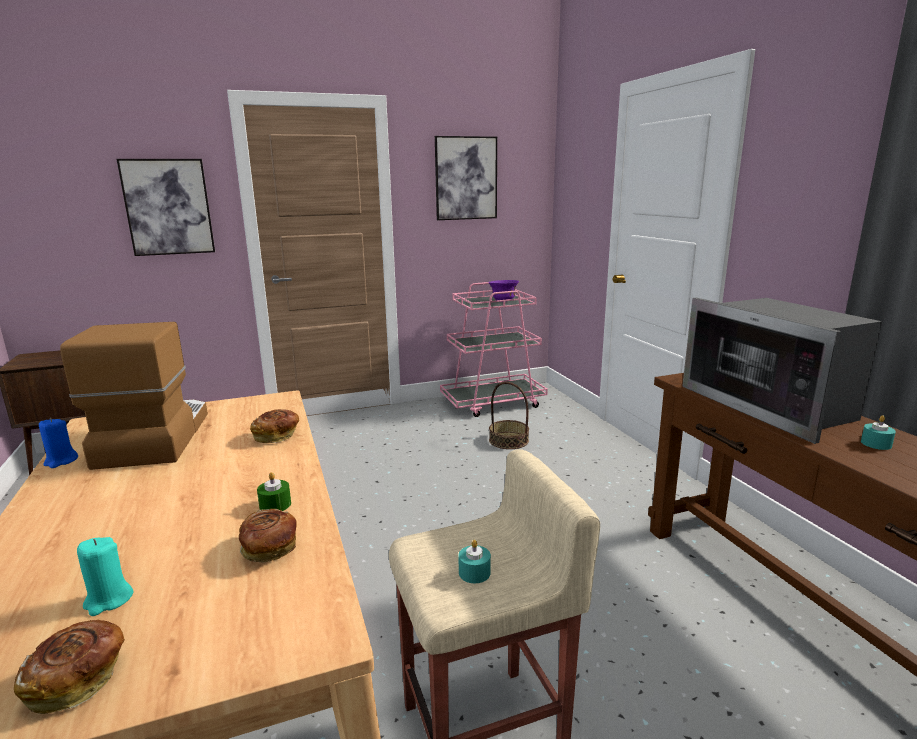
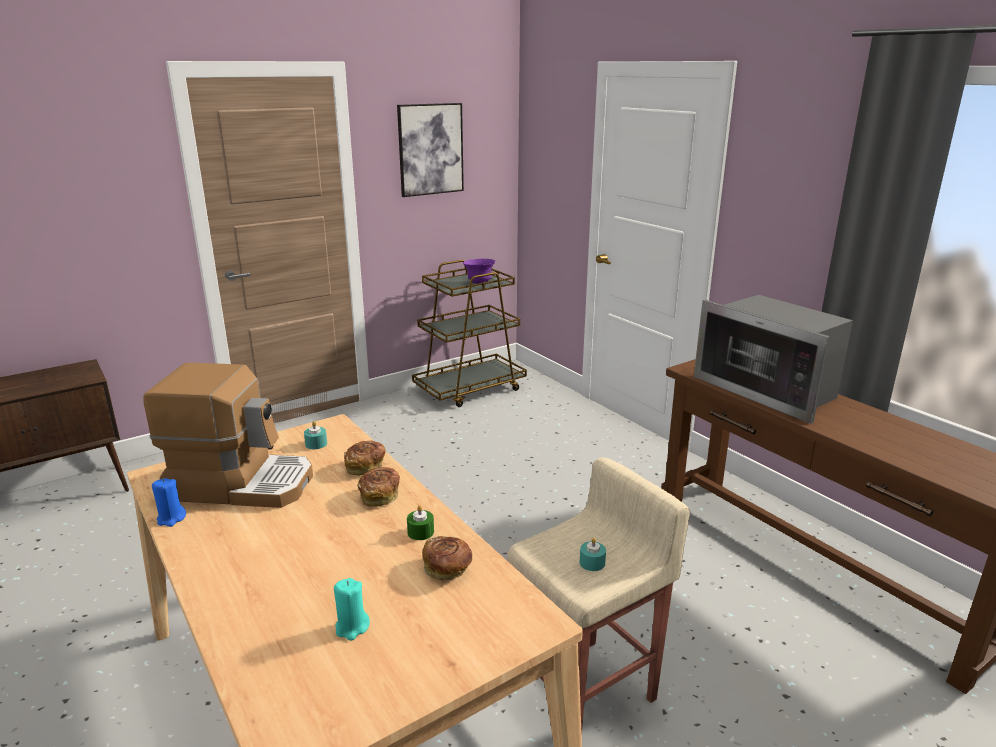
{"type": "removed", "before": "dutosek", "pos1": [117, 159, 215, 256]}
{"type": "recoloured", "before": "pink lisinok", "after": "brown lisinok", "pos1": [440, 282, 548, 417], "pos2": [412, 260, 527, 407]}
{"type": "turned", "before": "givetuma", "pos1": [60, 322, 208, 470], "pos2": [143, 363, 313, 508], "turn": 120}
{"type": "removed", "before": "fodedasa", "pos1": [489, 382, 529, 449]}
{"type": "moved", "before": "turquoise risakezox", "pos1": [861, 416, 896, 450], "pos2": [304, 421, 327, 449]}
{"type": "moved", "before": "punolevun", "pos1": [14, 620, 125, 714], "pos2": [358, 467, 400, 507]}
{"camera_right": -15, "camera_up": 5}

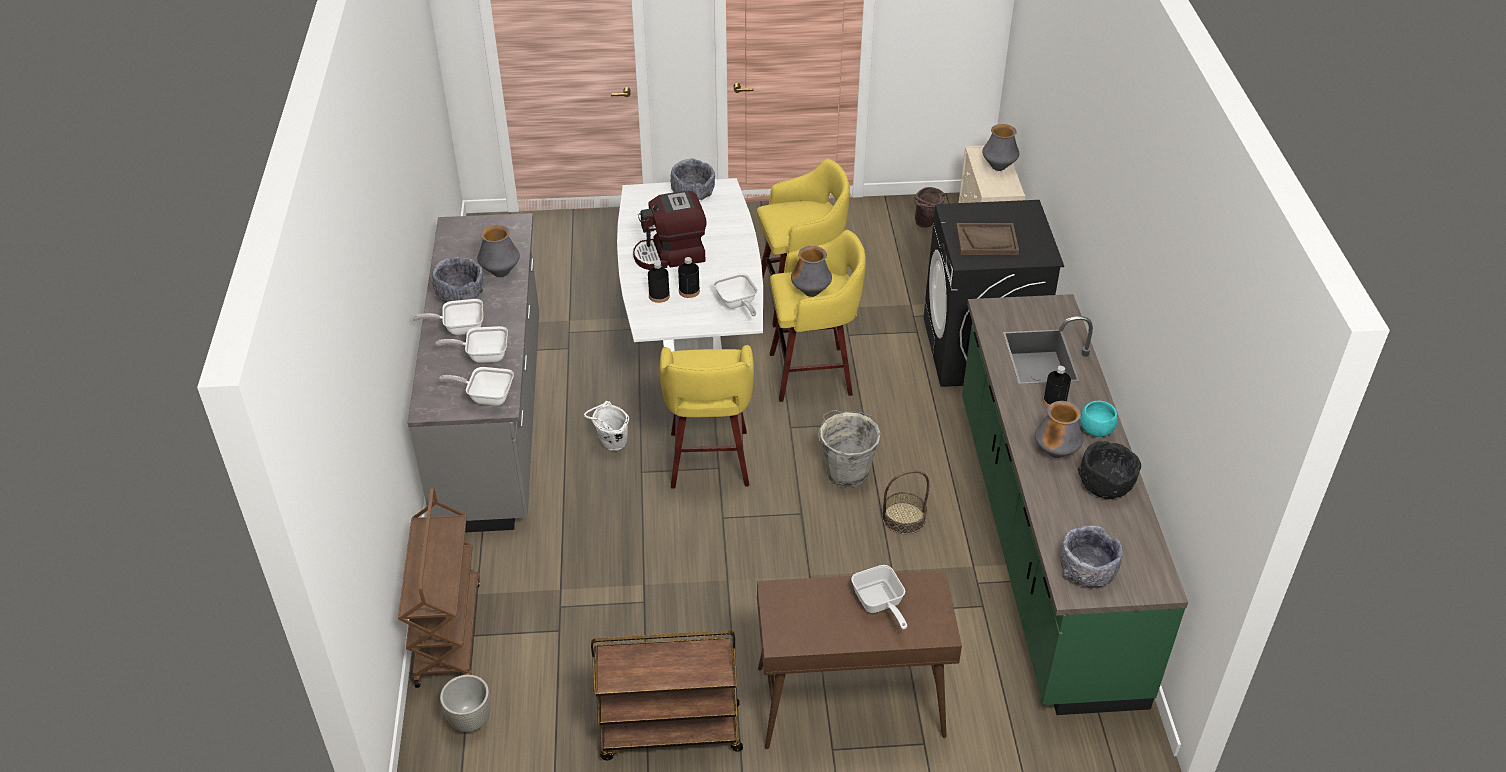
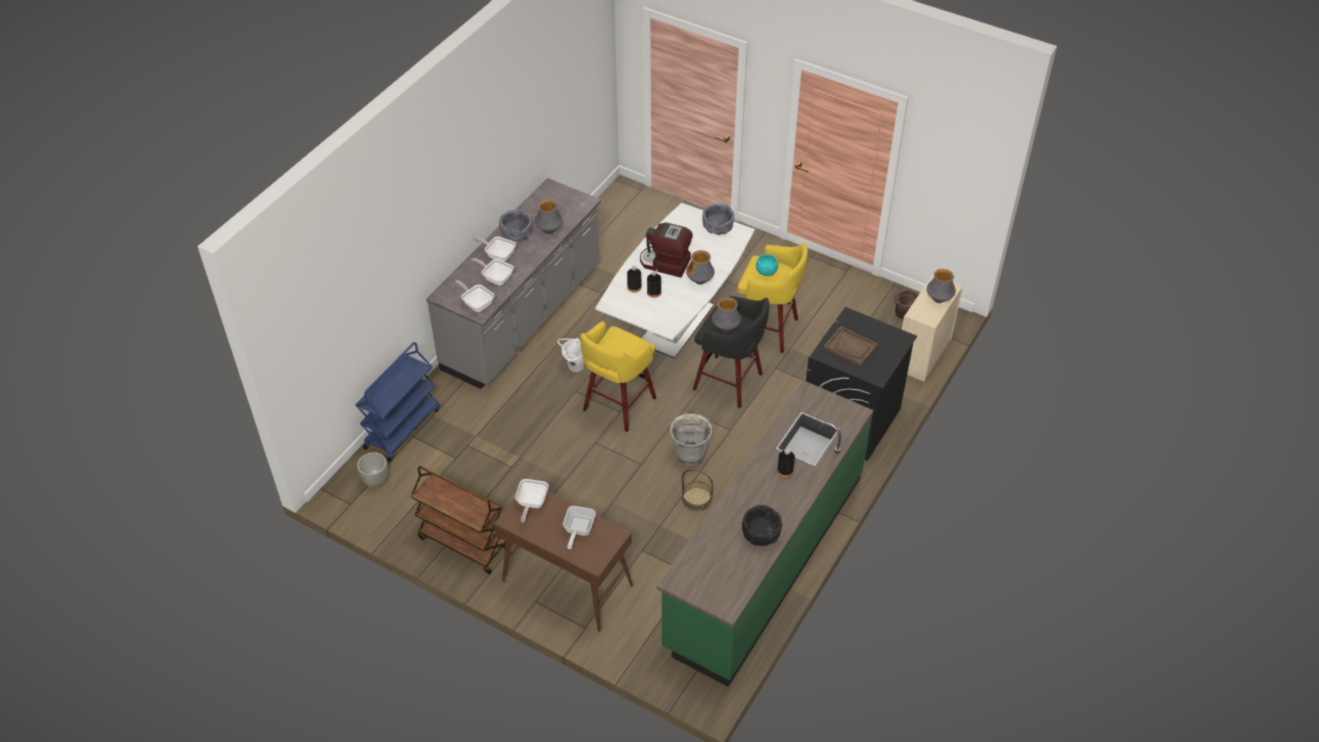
{"type": "recoloured", "before": "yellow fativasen", "after": "black fativasen", "pos1": [770, 230, 866, 402], "pos2": [693, 296, 769, 408]}
{"type": "moved", "before": "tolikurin", "pos1": [713, 273, 758, 316], "pos2": [515, 479, 549, 523]}
{"type": "moved", "before": "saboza", "pos1": [1035, 401, 1083, 458], "pos2": [686, 250, 715, 285]}
{"type": "moved", "before": "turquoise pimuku", "pos1": [1080, 401, 1118, 437], "pos2": [756, 254, 778, 276]}
{"type": "recoloured", "before": "brown lisinok", "after": "blue lisinok", "pos1": [398, 488, 480, 688], "pos2": [356, 342, 440, 462]}
{"type": "removed", "before": "grey pimuku", "pos1": [1061, 526, 1123, 587]}
{"camera_right": 35, "camera_up": 5}

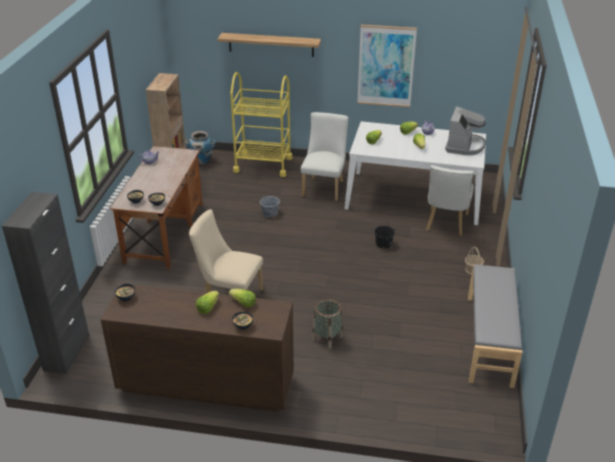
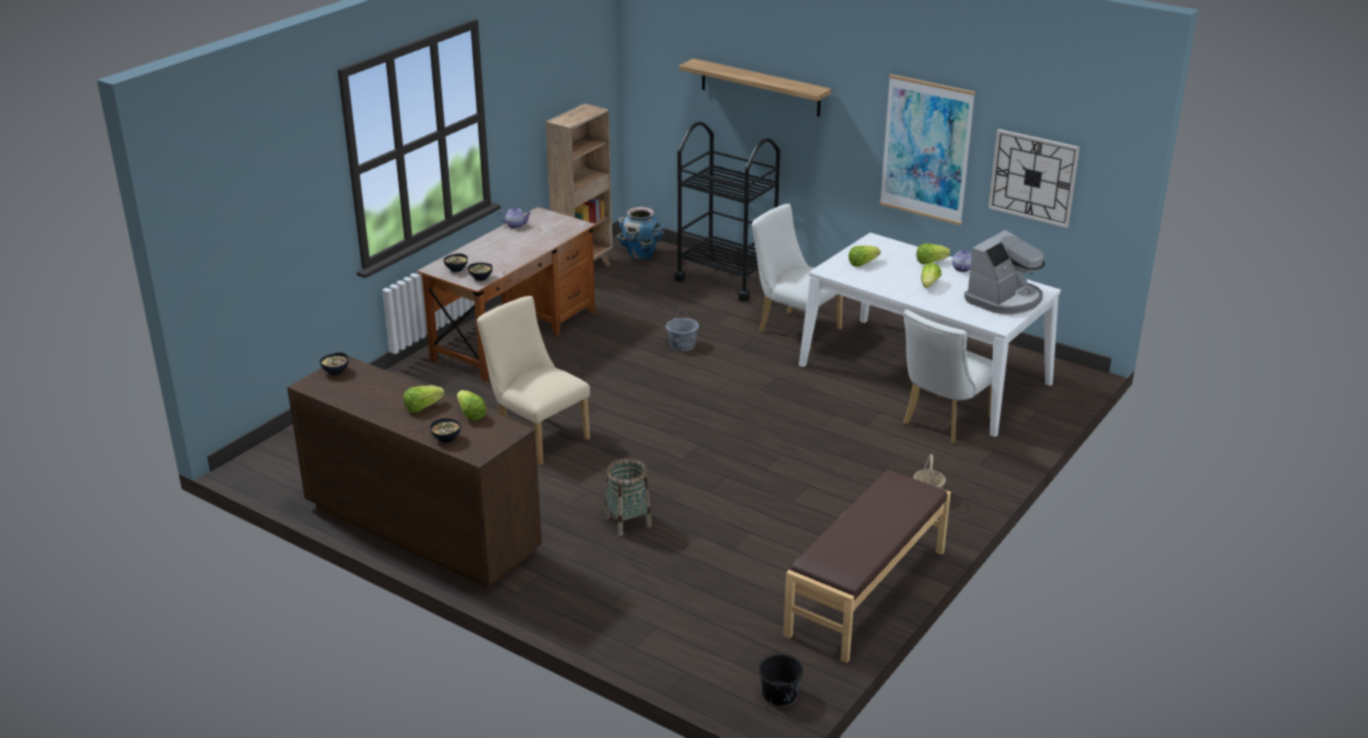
{"type": "recoloured", "before": "yellow lisinok", "after": "black lisinok", "pos1": [230, 72, 292, 177], "pos2": [674, 121, 780, 302]}
{"type": "turned", "before": "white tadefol", "pos1": [301, 112, 349, 201], "pos2": [751, 204, 843, 350], "turn": -90}
{"type": "removed", "before": "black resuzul", "pos1": [2, 192, 89, 374]}
{"type": "moved", "before": "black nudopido", "pos1": [374, 223, 395, 248], "pos2": [759, 652, 803, 706]}
{"type": "recoloured", "before": "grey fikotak", "after": "brown fikotak", "pos1": [468, 264, 522, 388], "pos2": [783, 470, 951, 663]}
{"type": "added", "after": "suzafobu", "pos2": [988, 129, 1080, 228]}
{"camera_right": 25, "camera_up": -5}

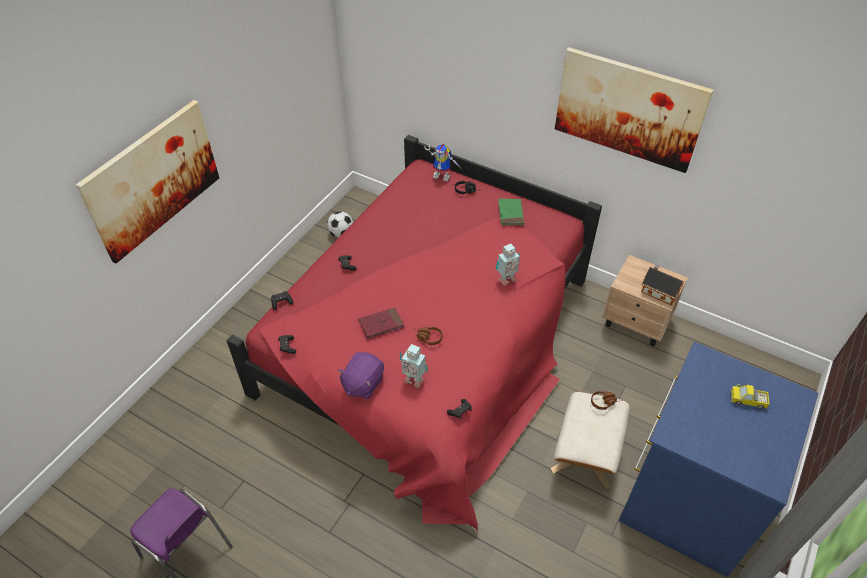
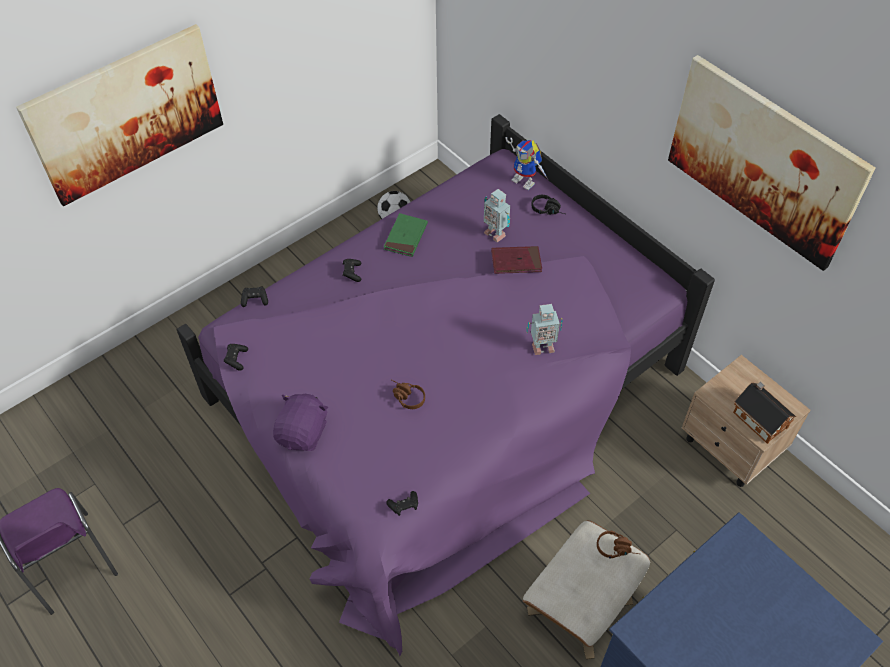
{"type": "recoloured", "before": "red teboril", "after": "purple teboril", "pos1": [226, 135, 602, 532], "pos2": [177, 114, 715, 656]}
{"type": "moved", "before": "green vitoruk", "pos1": [498, 199, 524, 225], "pos2": [384, 213, 428, 257]}
{"type": "moved", "before": "red vitoruk", "pos1": [358, 308, 404, 339], "pos2": [491, 246, 542, 274]}
{"type": "moved", "before": "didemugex", "pos1": [400, 344, 428, 388], "pos2": [484, 189, 510, 243]}
{"type": "turned", "before": "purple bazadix", "pos1": [338, 352, 384, 399], "pos2": [273, 394, 328, 451], "turn": 150}
{"type": "removed", "before": "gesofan", "pos1": [731, 384, 770, 409]}
{"camera_right": 20, "camera_up": 5}

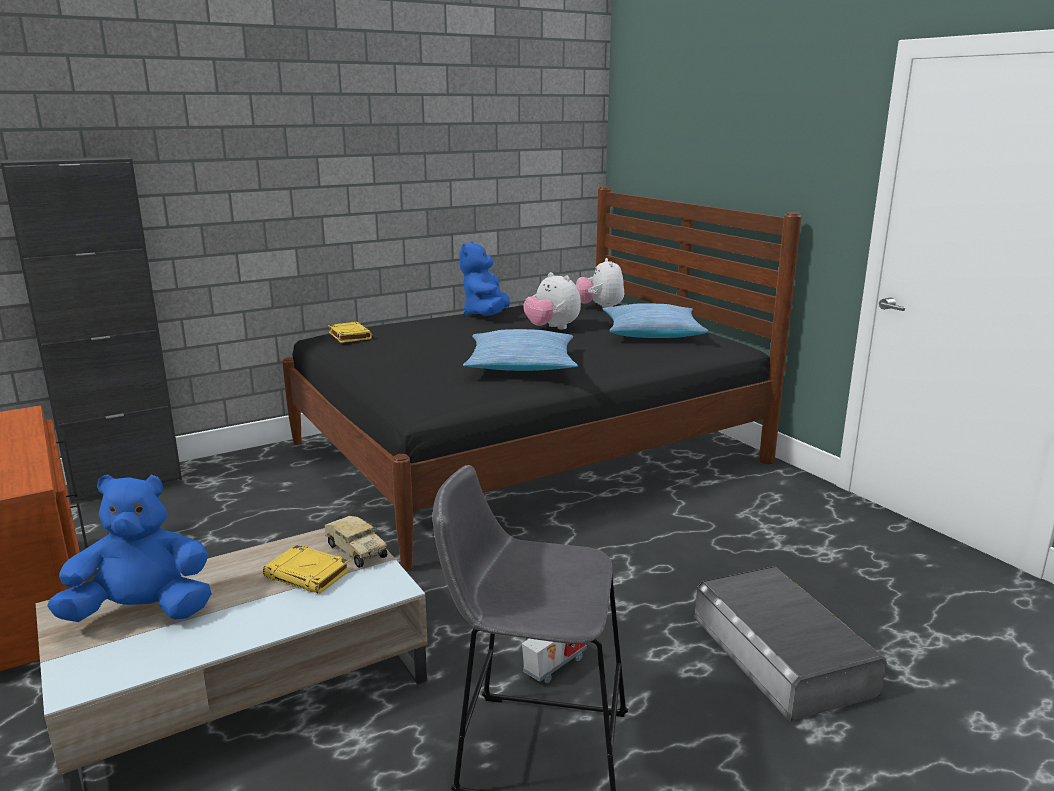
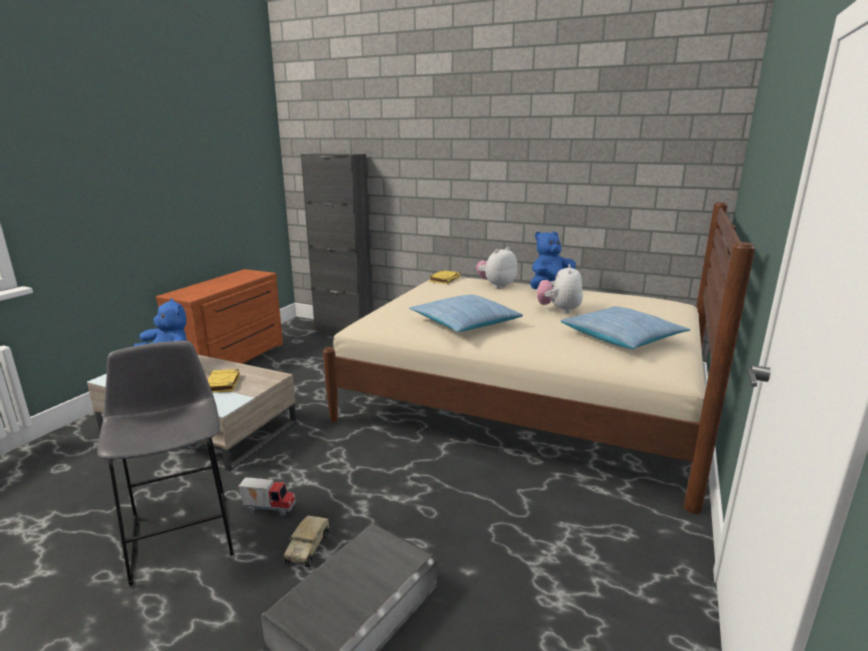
{"type": "recoloured", "before": "black teboril", "after": "beige teboril", "pos1": [282, 186, 802, 570], "pos2": [323, 202, 755, 514]}
{"type": "moved", "before": "bazadix", "pos1": [576, 258, 624, 308], "pos2": [476, 247, 518, 288]}
{"type": "moved", "before": "gesofan", "pos1": [325, 516, 387, 568], "pos2": [284, 514, 330, 568]}
{"camera_right": 55, "camera_up": 0}

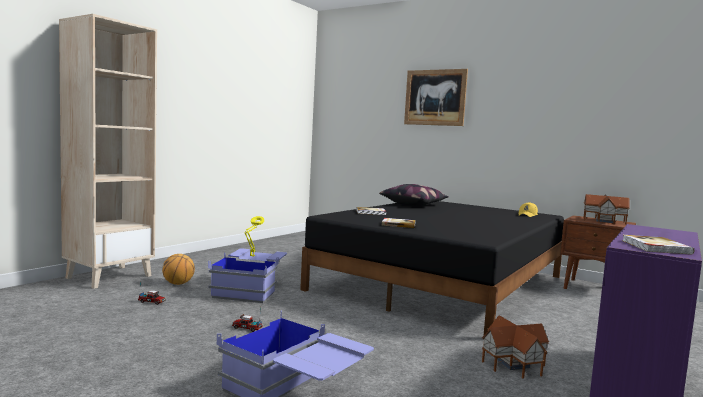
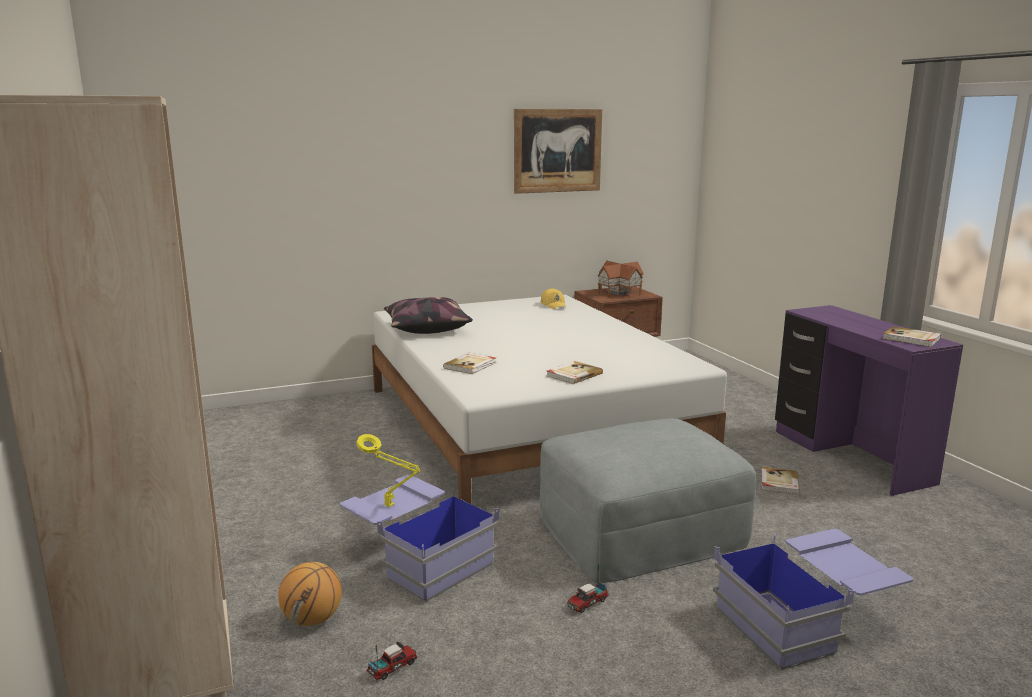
{"type": "moved", "before": "dutosek", "pos1": [404, 69, 468, 126], "pos2": [514, 109, 602, 194]}
{"type": "recoloured", "before": "black teboril", "after": "white teboril", "pos1": [300, 201, 564, 336], "pos2": [372, 295, 727, 504]}
{"type": "replaced", "before": "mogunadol", "after": "vitoruk", "pos1": [482, 315, 549, 379], "pos2": [761, 467, 800, 494]}
{"type": "added", "after": "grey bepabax", "pos2": [540, 418, 756, 583]}
{"camera_right": -55, "camera_up": 10}

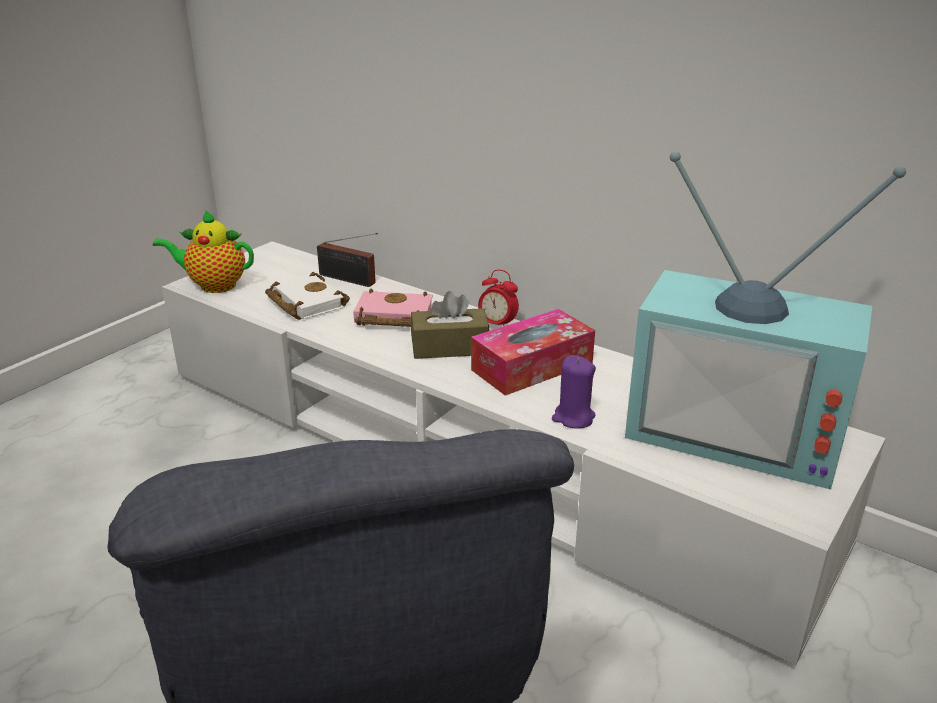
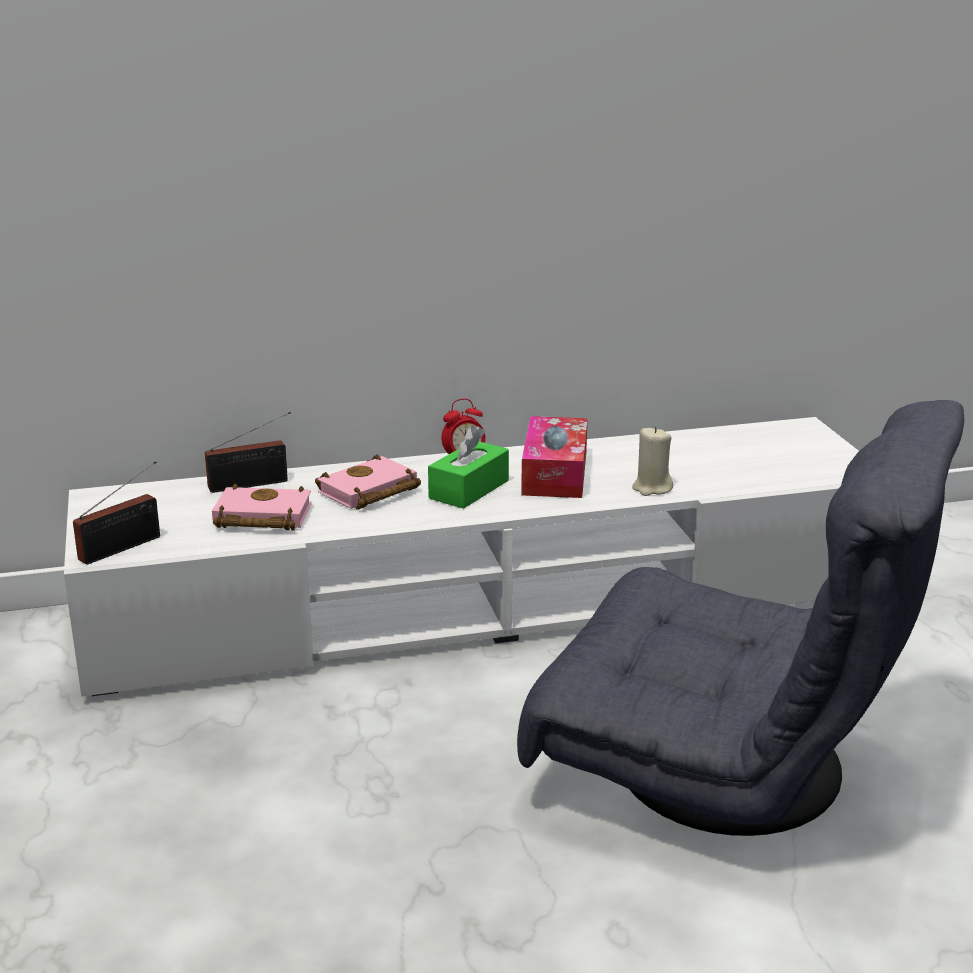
{"type": "removed", "before": "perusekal", "pos1": [625, 151, 906, 489]}
{"type": "replaced", "before": "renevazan", "after": "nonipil", "pos1": [153, 210, 254, 293], "pos2": [73, 461, 160, 565]}
{"type": "recoloured", "before": "white vitoruk", "after": "pink vitoruk", "pos1": [265, 272, 350, 320], "pos2": [212, 484, 312, 531]}
{"type": "recoloured", "before": "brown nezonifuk", "after": "green nezonifuk", "pos1": [411, 291, 489, 359], "pos2": [428, 426, 509, 509]}
{"type": "recoloured", "before": "purple risakezox", "after": "beige risakezox", "pos1": [552, 355, 596, 429], "pos2": [632, 427, 673, 496]}
{"camera_right": -50, "camera_up": -5}

